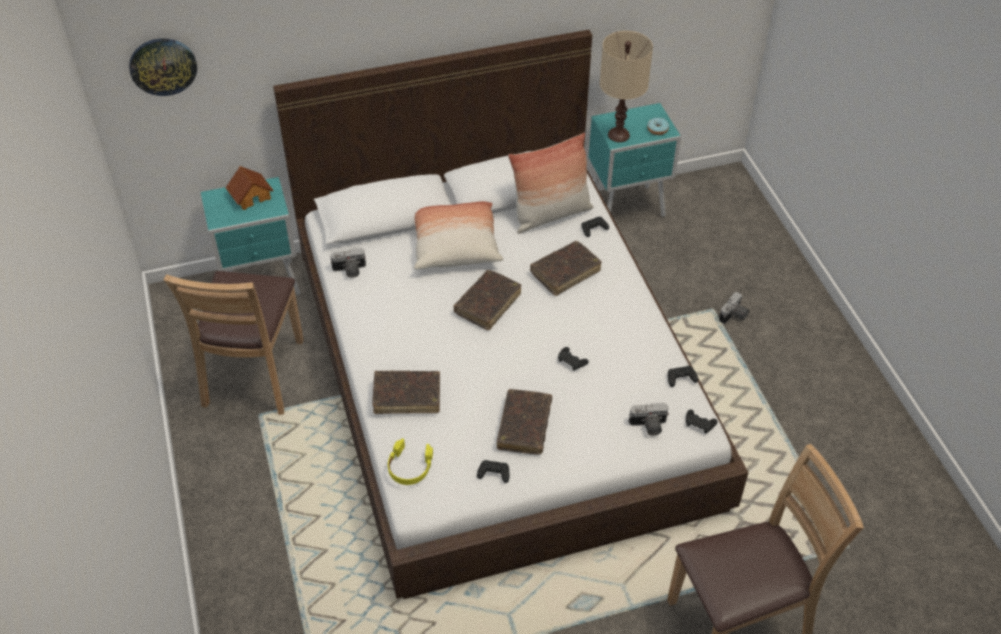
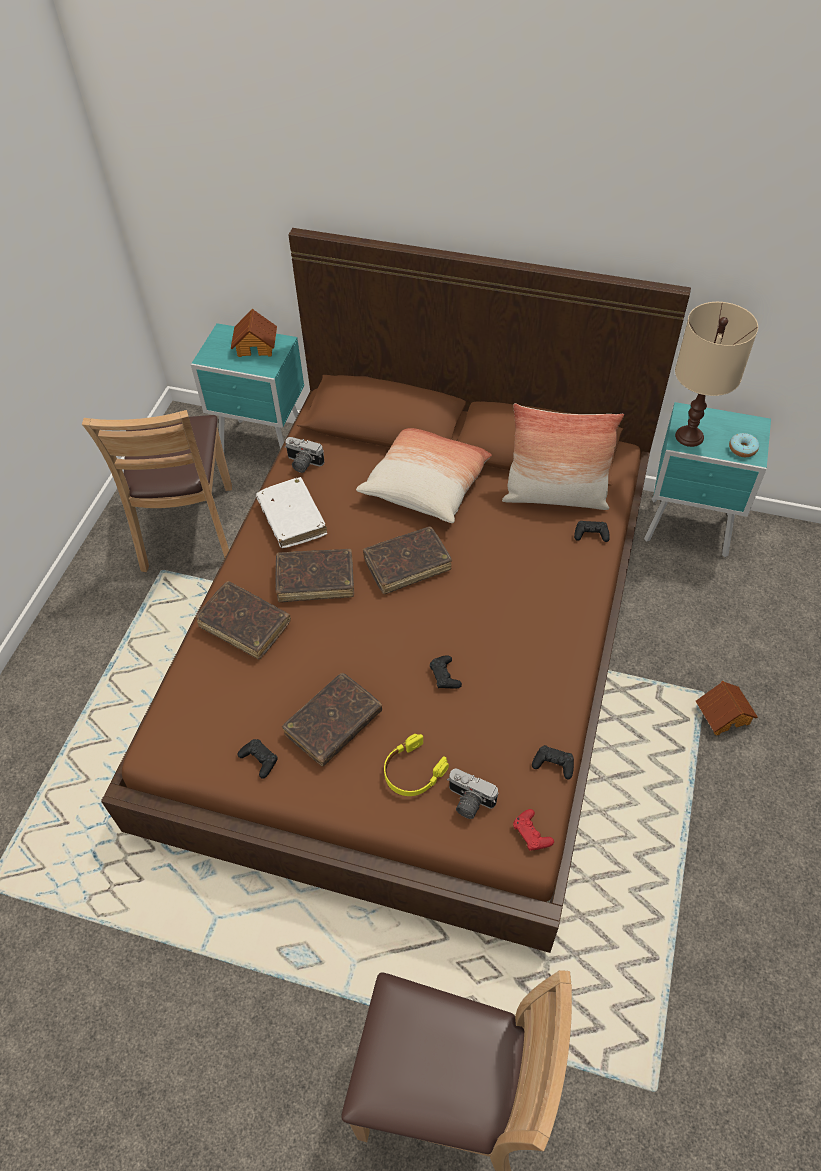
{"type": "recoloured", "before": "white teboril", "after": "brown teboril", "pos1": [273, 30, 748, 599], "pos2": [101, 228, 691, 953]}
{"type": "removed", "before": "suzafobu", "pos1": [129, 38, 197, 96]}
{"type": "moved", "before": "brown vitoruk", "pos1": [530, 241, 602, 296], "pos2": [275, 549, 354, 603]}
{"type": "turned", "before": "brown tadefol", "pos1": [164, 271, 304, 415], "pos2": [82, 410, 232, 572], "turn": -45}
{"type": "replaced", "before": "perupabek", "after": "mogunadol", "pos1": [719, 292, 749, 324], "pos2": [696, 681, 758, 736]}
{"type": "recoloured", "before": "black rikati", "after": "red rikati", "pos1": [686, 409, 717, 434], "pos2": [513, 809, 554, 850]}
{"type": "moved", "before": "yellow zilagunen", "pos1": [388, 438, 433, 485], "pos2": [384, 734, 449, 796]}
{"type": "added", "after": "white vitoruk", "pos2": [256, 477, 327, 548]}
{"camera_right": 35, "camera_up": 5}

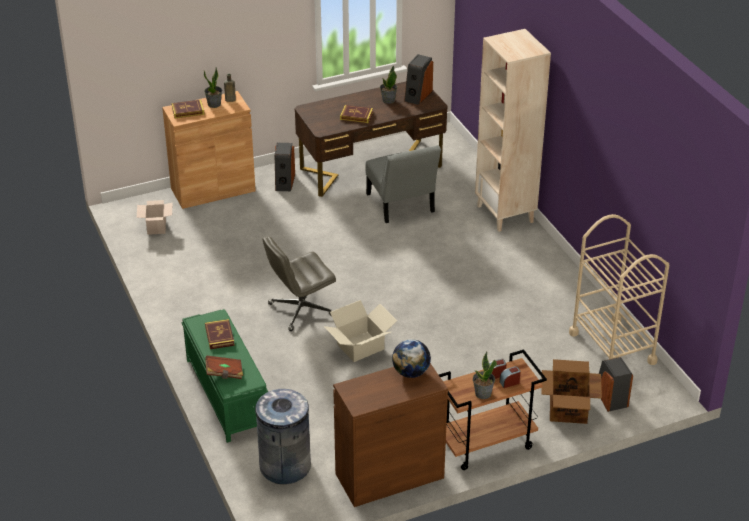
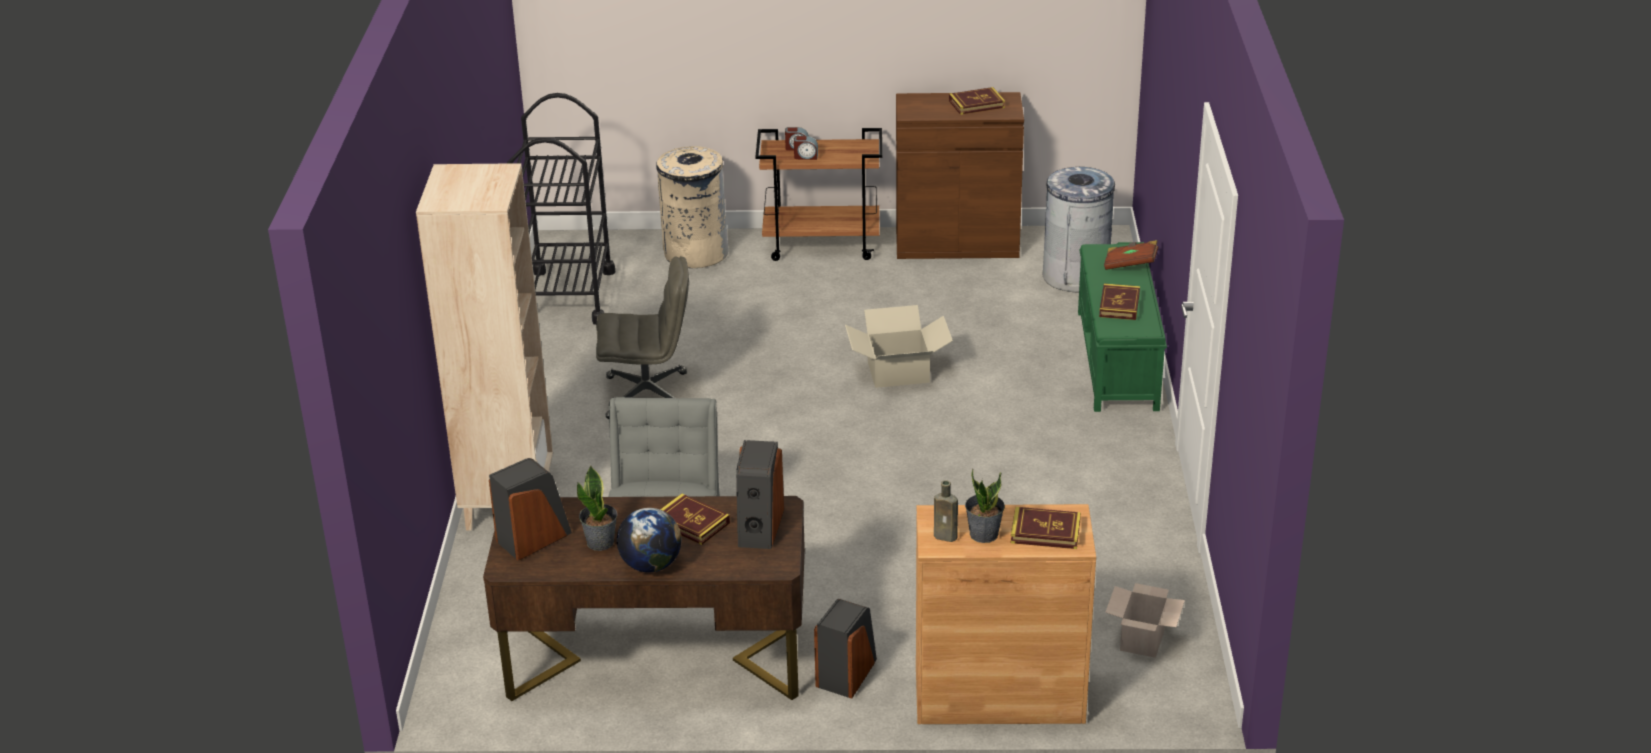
{"type": "recoloured", "before": "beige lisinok", "after": "black lisinok", "pos1": [569, 214, 669, 365], "pos2": [507, 93, 615, 325]}
{"type": "moved", "before": "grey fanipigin", "pos1": [263, 236, 336, 331], "pos2": [596, 256, 689, 419]}
{"type": "moved", "before": "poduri", "pos1": [392, 339, 431, 378], "pos2": [617, 508, 681, 573]}
{"type": "removed", "before": "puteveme", "pos1": [473, 351, 497, 399]}
{"type": "moved", "before": "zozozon", "pos1": [599, 357, 633, 412], "pos2": [736, 440, 784, 549]}
{"type": "replaced", "before": "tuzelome", "after": "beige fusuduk", "pos1": [541, 359, 602, 424], "pos2": [656, 146, 729, 268]}
{"type": "added", "after": "vitoruk", "pos2": [949, 87, 1005, 115]}
{"camera_right": -155, "camera_up": -5}

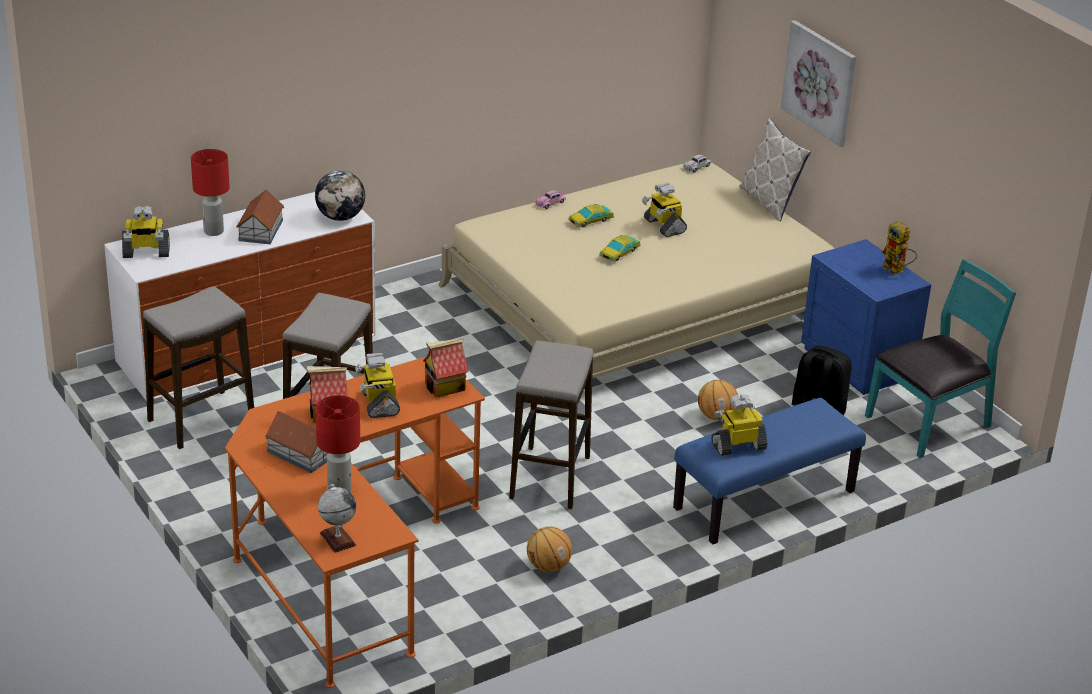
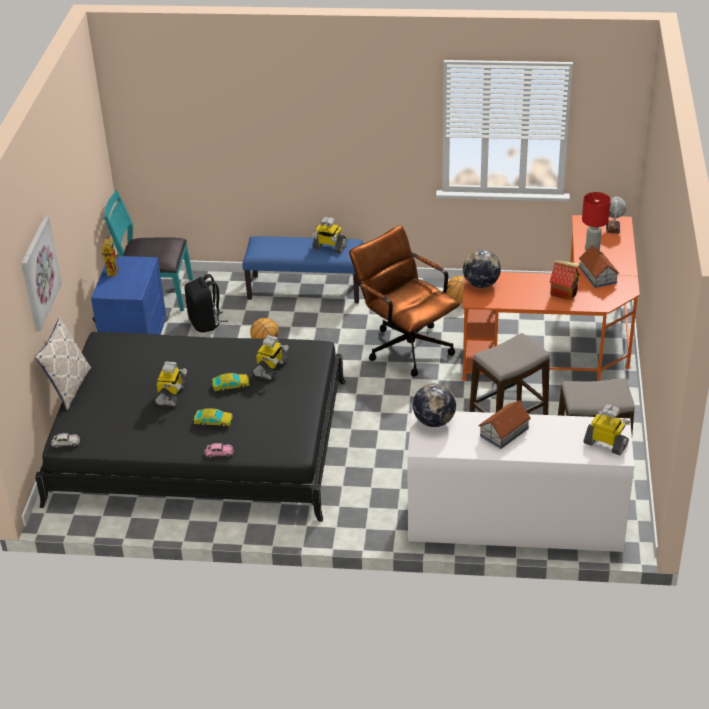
{"type": "removed", "before": "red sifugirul", "pos1": [191, 149, 230, 236]}
{"type": "recoloured", "before": "beige teboril", "after": "black teboril", "pos1": [438, 162, 835, 378], "pos2": [35, 332, 345, 522]}
{"type": "replaced", "before": "mogunadol", "after": "poduri", "pos1": [423, 339, 469, 397], "pos2": [463, 250, 501, 288]}
{"type": "replaced", "before": "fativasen", "after": "brown fanipigin", "pos1": [509, 341, 594, 509], "pos2": [349, 225, 460, 377]}
{"type": "moved", "before": "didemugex", "pos1": [355, 353, 400, 418], "pos2": [252, 335, 289, 380]}
{"camera_right": -140, "camera_up": 5}

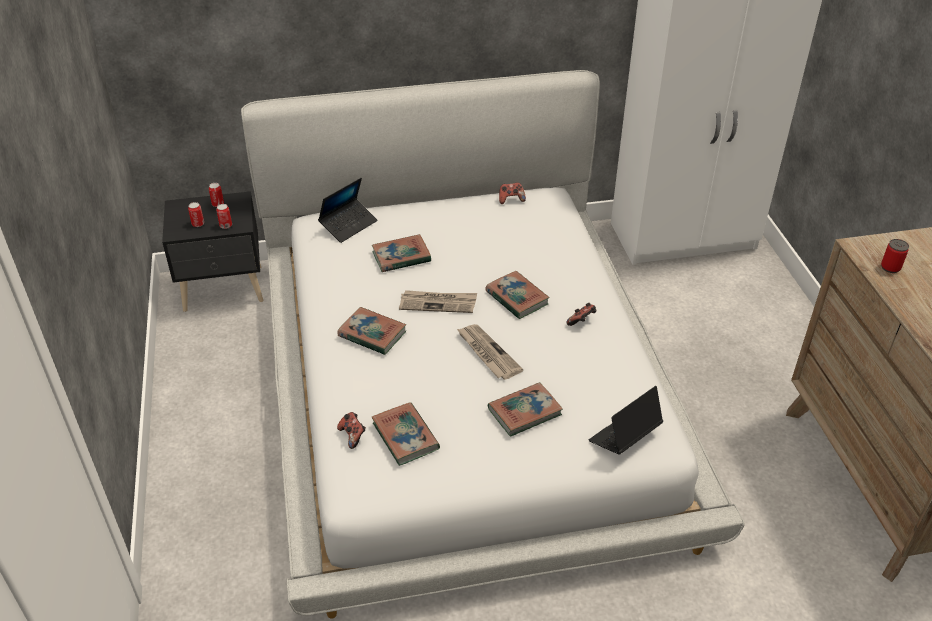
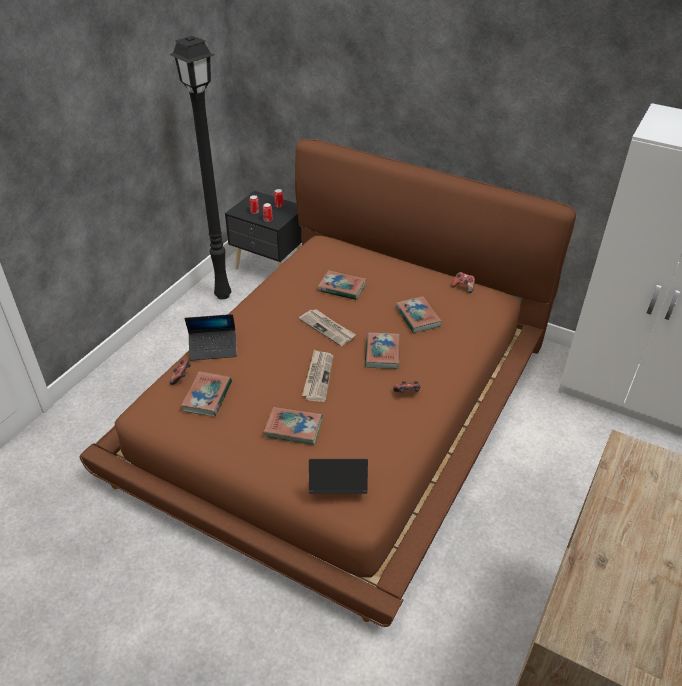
{"type": "recoloured", "before": "white teboril", "after": "brown teboril", "pos1": [241, 70, 745, 619], "pos2": [80, 139, 576, 627]}
{"type": "moved", "before": "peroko", "pos1": [318, 178, 377, 243], "pos2": [185, 314, 237, 361]}
{"type": "removed", "before": "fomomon", "pos1": [881, 239, 909, 273]}
{"type": "moved", "before": "vitoruk", "pos1": [337, 307, 406, 355], "pos2": [395, 296, 442, 333]}
{"type": "added", "after": "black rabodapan", "pos2": [169, 36, 231, 299]}
{"camera_right": 40, "camera_up": 0}

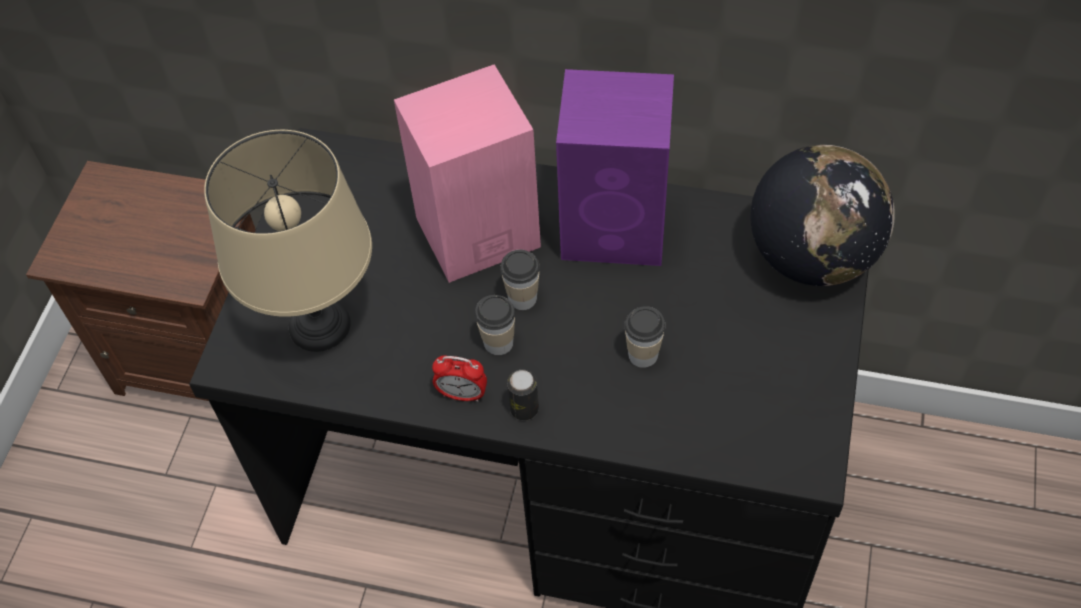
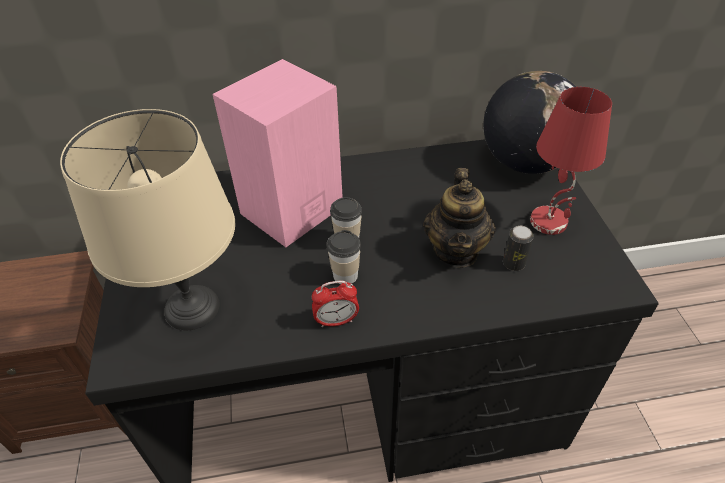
{"type": "removed", "before": "purple zozozon", "pos1": [556, 69, 674, 266]}
{"type": "replaced", "before": "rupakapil", "after": "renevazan", "pos1": [624, 306, 666, 368], "pos2": [423, 168, 496, 268]}
{"type": "moved", "before": "fomomon", "pos1": [507, 370, 539, 420], "pos2": [503, 226, 534, 271]}
{"type": "added", "after": "red sifugirul", "pos2": [530, 87, 612, 235]}
{"camera_right": -25, "camera_up": -10}

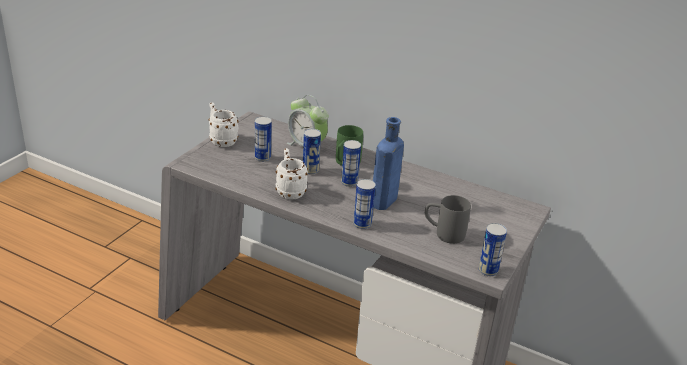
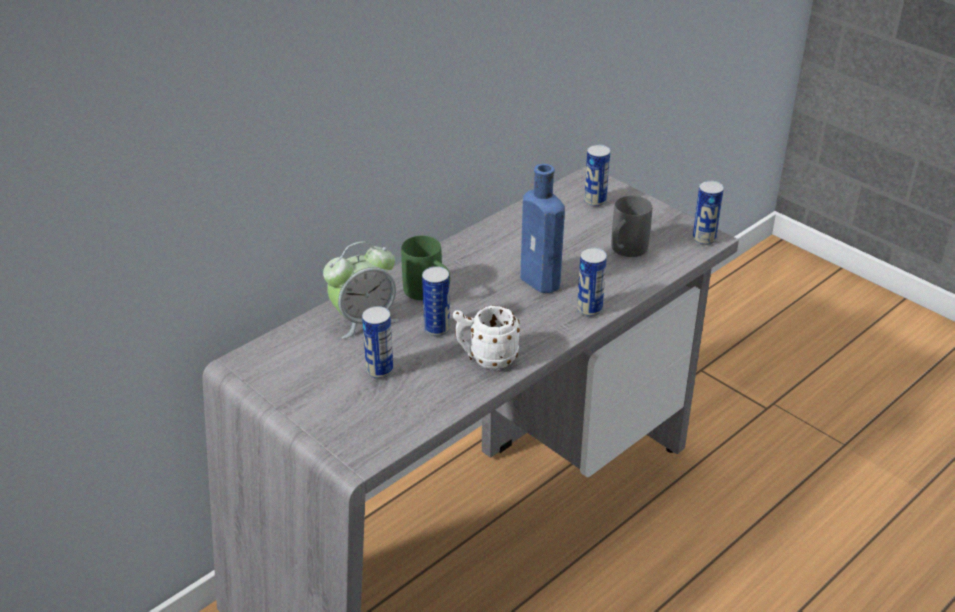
{"type": "removed", "before": "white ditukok", "pos1": [208, 102, 239, 147]}
{"type": "moved", "before": "fomomon", "pos1": [341, 140, 361, 187], "pos2": [584, 145, 610, 207]}
{"camera_right": -70, "camera_up": 5}

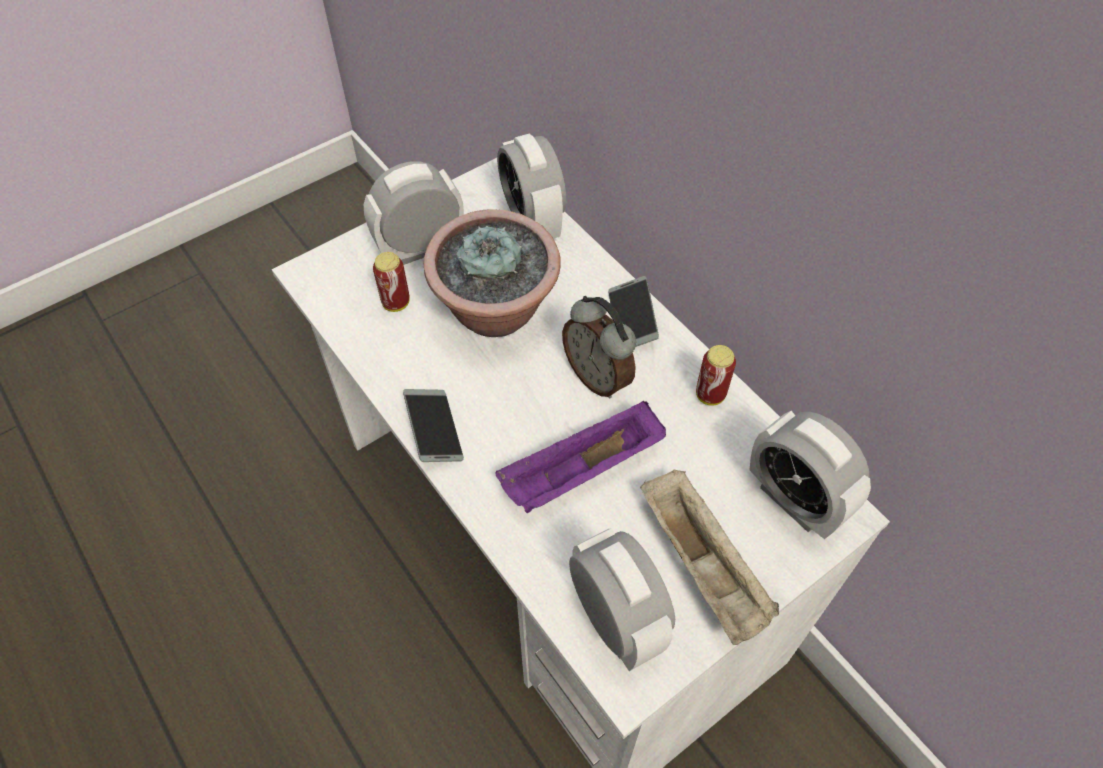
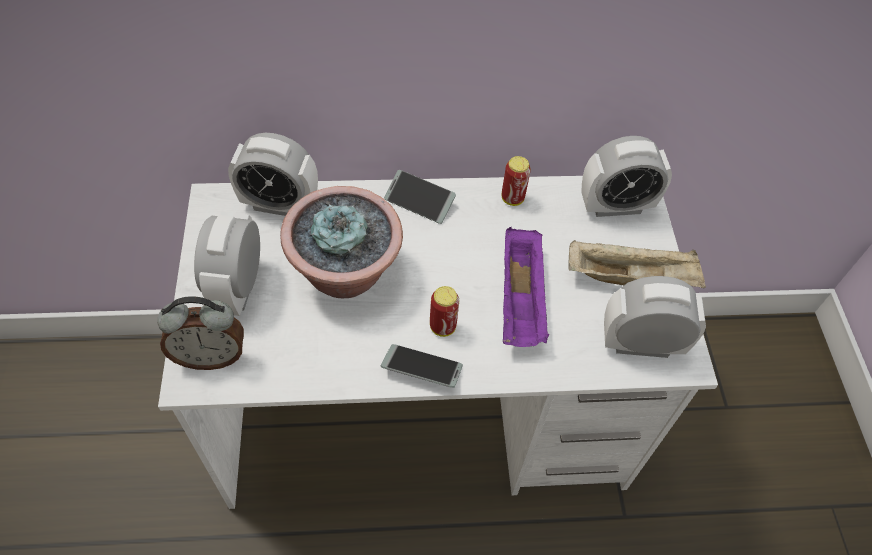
{"type": "moved", "before": "fomomon", "pos1": [373, 252, 410, 312], "pos2": [430, 286, 459, 337]}
{"type": "moved", "before": "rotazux", "pos1": [562, 296, 636, 399], "pos2": [157, 296, 244, 370]}
{"camera_right": -60, "camera_up": 0}

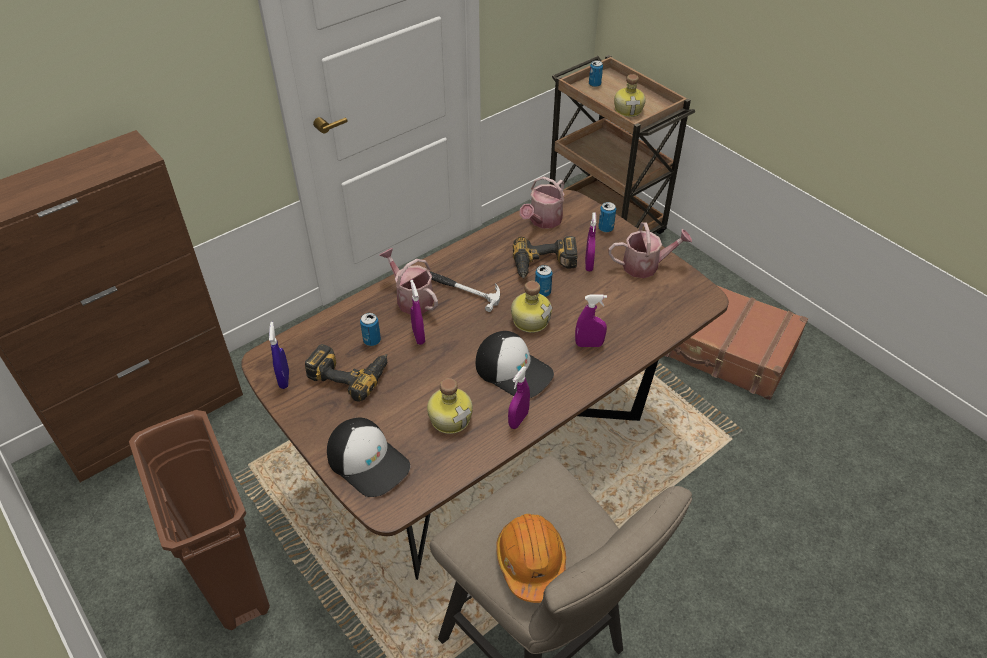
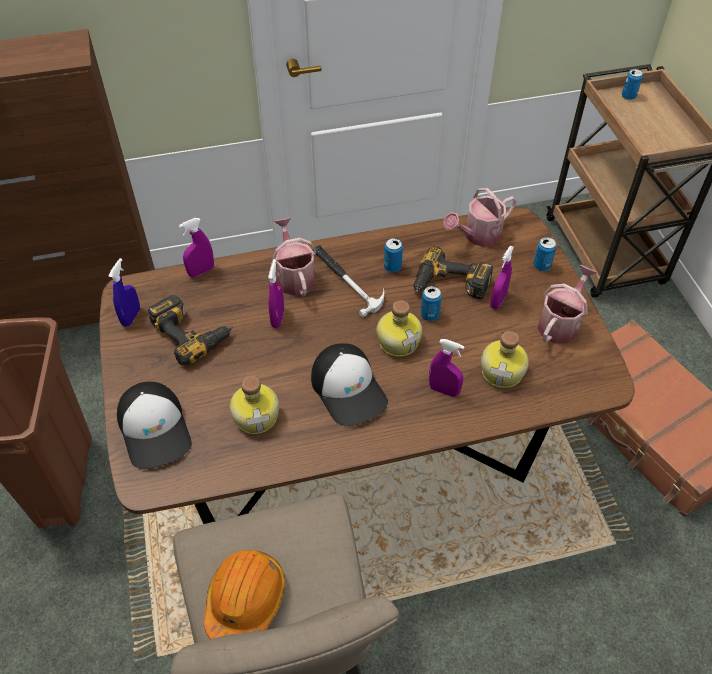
{"type": "moved", "before": "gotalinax", "pos1": [614, 74, 646, 117], "pos2": [481, 331, 529, 388]}
{"type": "turned", "before": "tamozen", "pos1": [609, 222, 692, 278], "pos2": [537, 265, 597, 344], "turn": -75}
{"type": "moved", "before": "fomomon", "pos1": [360, 313, 381, 346], "pos2": [384, 238, 403, 272]}
{"type": "moved", "before": "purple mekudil", "pos1": [508, 366, 530, 429], "pos2": [179, 218, 214, 277]}
{"camera_right": 25, "camera_up": 5}

